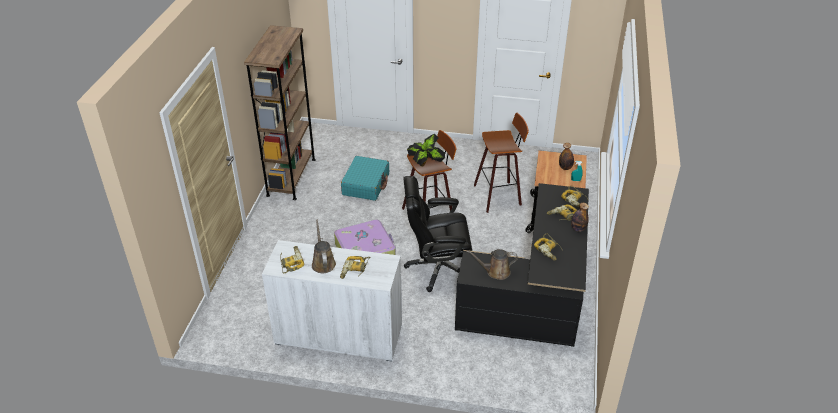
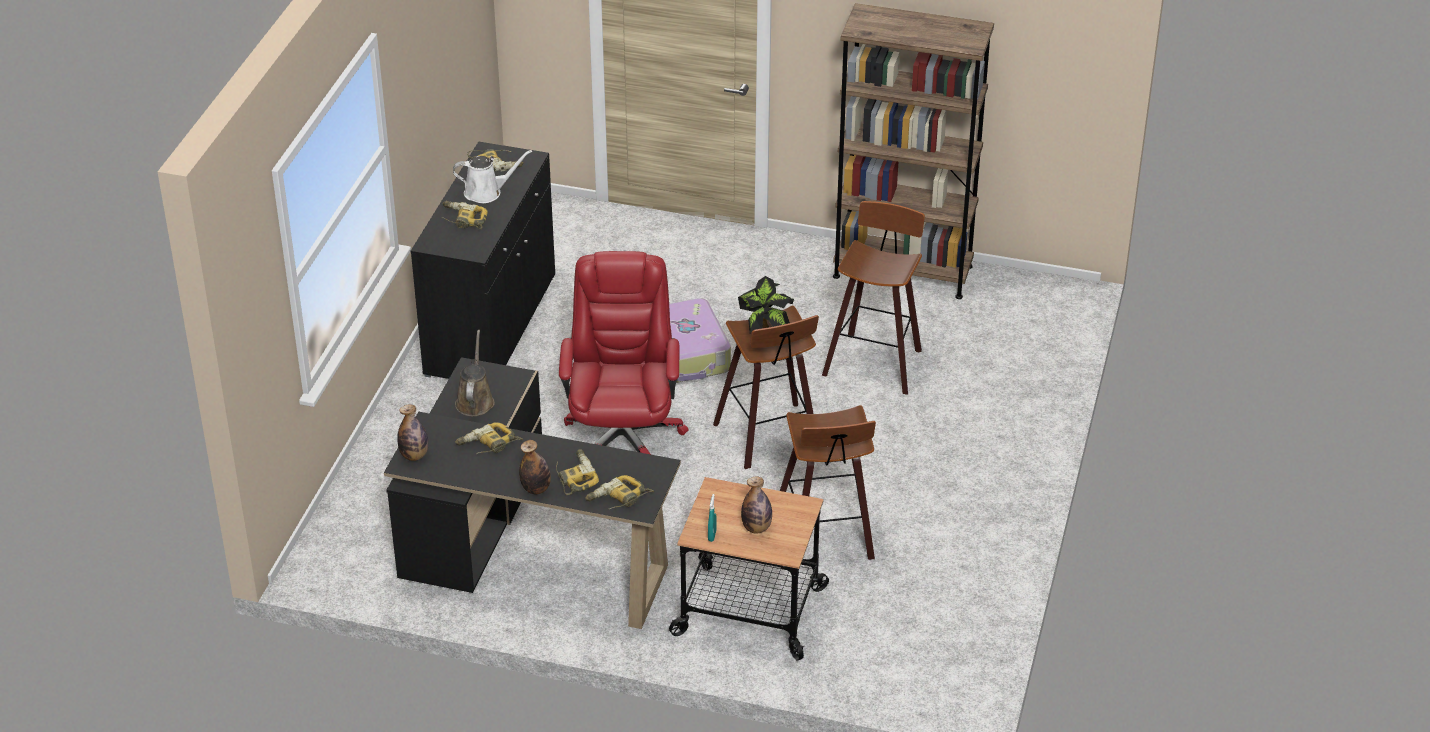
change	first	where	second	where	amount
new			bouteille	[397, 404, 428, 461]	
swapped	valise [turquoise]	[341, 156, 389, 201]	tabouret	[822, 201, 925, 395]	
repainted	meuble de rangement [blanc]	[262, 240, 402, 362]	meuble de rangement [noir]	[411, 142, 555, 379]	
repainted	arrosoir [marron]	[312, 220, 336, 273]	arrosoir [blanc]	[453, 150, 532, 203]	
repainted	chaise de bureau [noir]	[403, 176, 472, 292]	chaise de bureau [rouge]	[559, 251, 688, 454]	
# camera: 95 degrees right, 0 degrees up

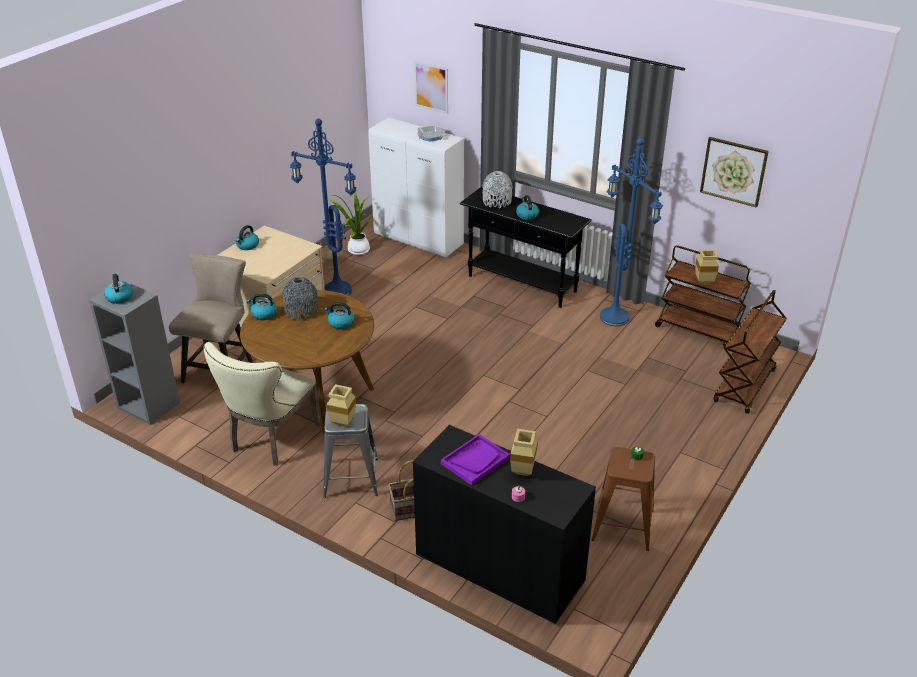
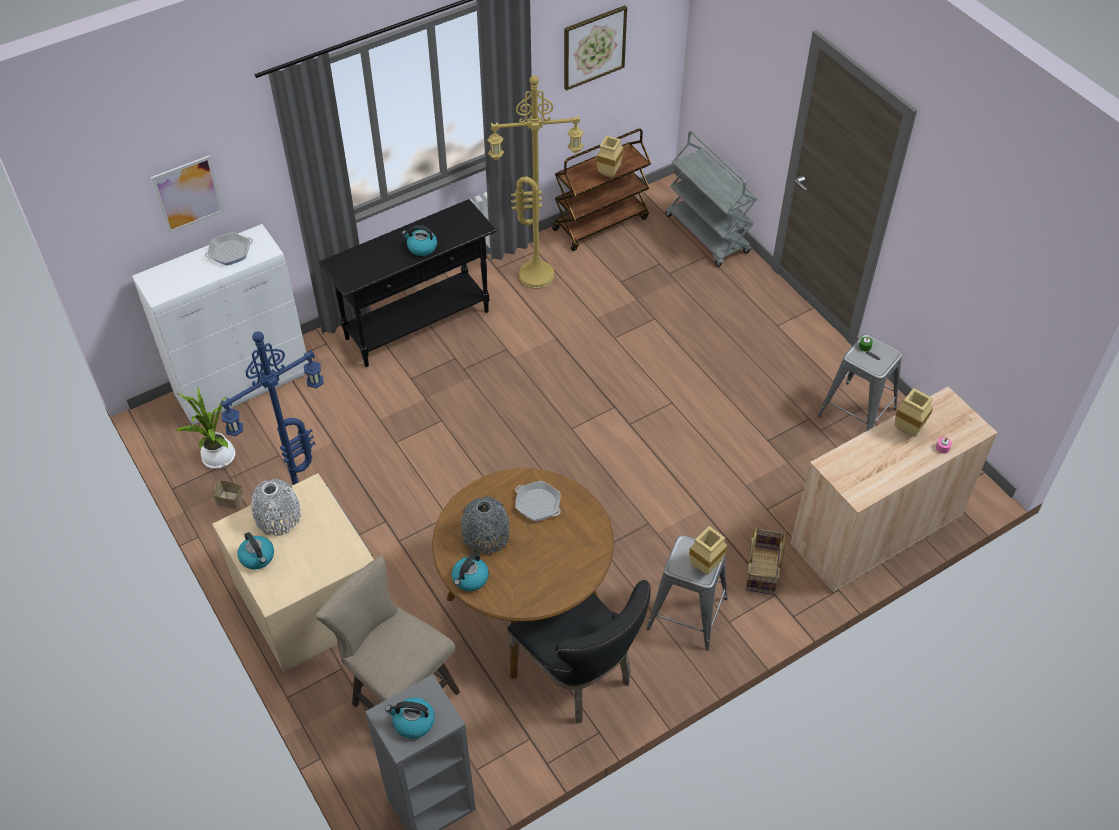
change	first	where	second	where	amount
gone	plateau [violet]	[441, 434, 510, 485]			
shifted	vase [gris]	[482, 171, 513, 208]		[251, 479, 301, 536]	
swapped	bouilloire	[324, 302, 354, 330]	poêle	[515, 481, 561, 521]	
repainted	chaise [beige]	[204, 342, 321, 466]	chaise [noir]	[507, 580, 651, 724]	
repainted	meuble de rangement [noir]	[413, 425, 596, 625]	meuble de rangement [beige]	[790, 387, 998, 593]	
repainted	tabouret [marron]	[592, 447, 655, 551]	tabouret [gris]	[817, 334, 902, 431]	
repainted	lampadaire [bleu]	[600, 138, 663, 326]	lampadaire [jaune]	[487, 75, 584, 289]	
repainted	chariot [marron]	[714, 290, 787, 414]	chariot [gris]	[666, 131, 757, 267]	
# camera: 65 degrees left, 15 degrees up

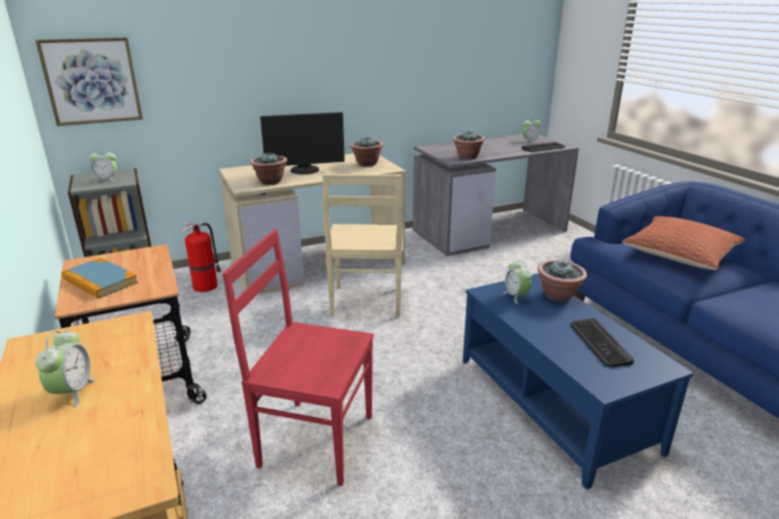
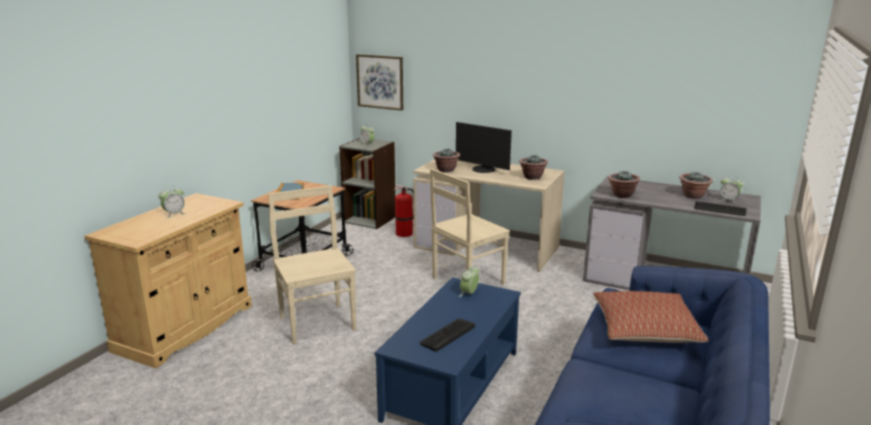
change	first	where	second	where	amount
shifted	plante en pot	[538, 260, 587, 302]		[679, 172, 713, 199]	
repainted	chaise [rouge]	[222, 229, 374, 486]	chaise [beige]	[268, 185, 356, 345]	
# camera: 50 degrees right, 5 degrees down

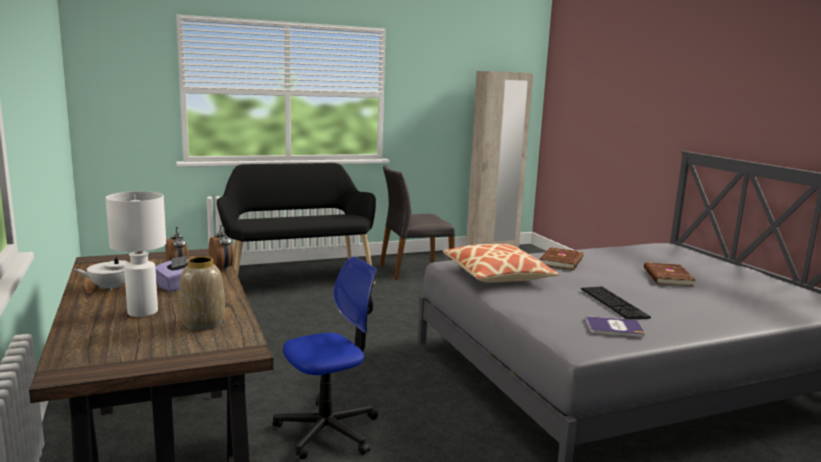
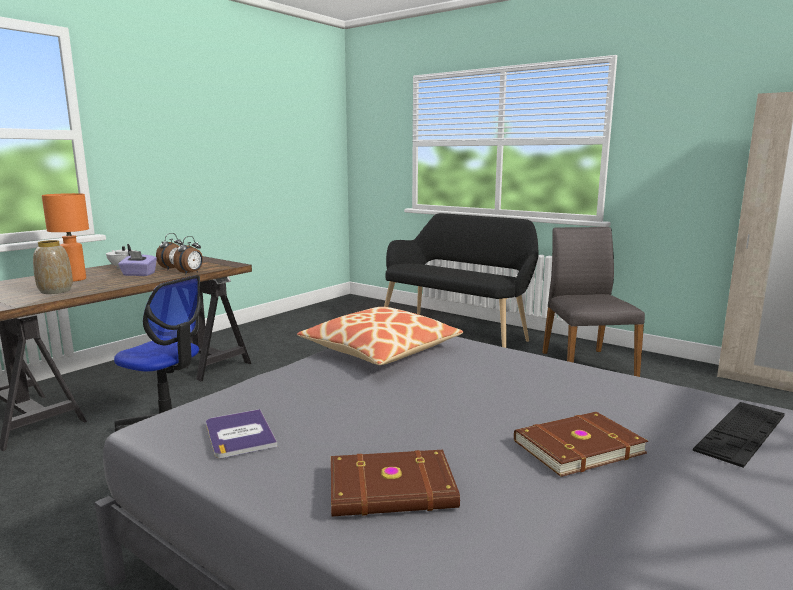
change	first	where	second	where	amount
shifted	livre [marron]	[540, 247, 584, 270]		[331, 450, 460, 517]	
shifted	clavier	[581, 287, 651, 320]		[693, 402, 785, 468]	
repainted	lampe de table [blanc]	[106, 191, 166, 317]	lampe de table [orange]	[42, 193, 89, 281]	
rotated	chaise [gris]	[380, 165, 455, 280]		[542, 227, 645, 377]	45 degrees clockwise
# camera: 60 degrees right, 0 degrees up

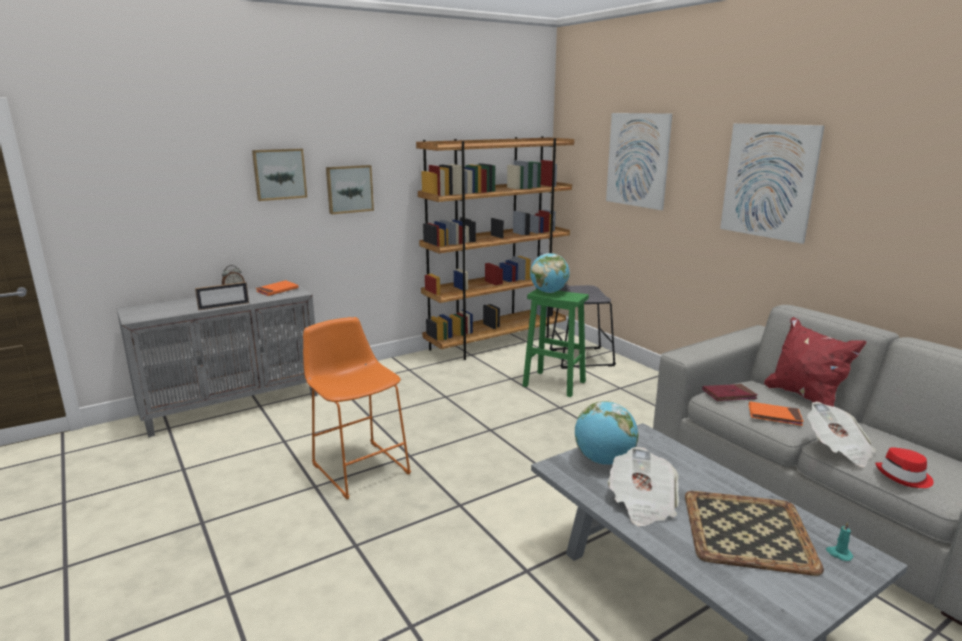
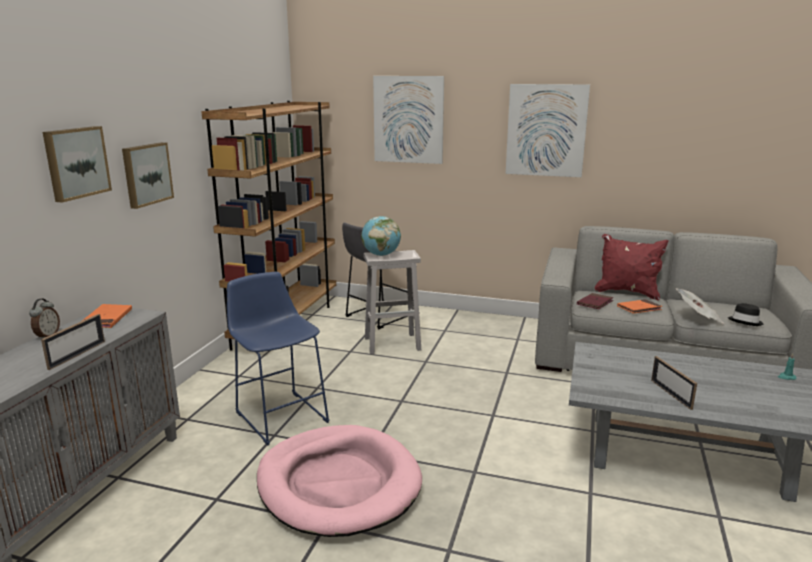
change	first	where	second	where	amount
gone	globe	[575, 401, 638, 465]			
gone	plateau	[685, 491, 824, 576]			
new			tabouret [bleu]	[227, 272, 330, 446]	
swapped	tabouret [orange]	[303, 317, 411, 499]	panier pour chien [rose]	[257, 425, 422, 537]	
swapped	journal	[608, 447, 679, 526]	cadre photo	[651, 356, 697, 410]	
repainted	tabouret [vert]	[523, 288, 589, 397]	tabouret [blanc]	[364, 250, 421, 355]	
repainted	chapeau [rouge]	[875, 447, 934, 488]	chapeau [noir]	[728, 303, 763, 326]	
# camera: 40 degrees left, 0 degrees up

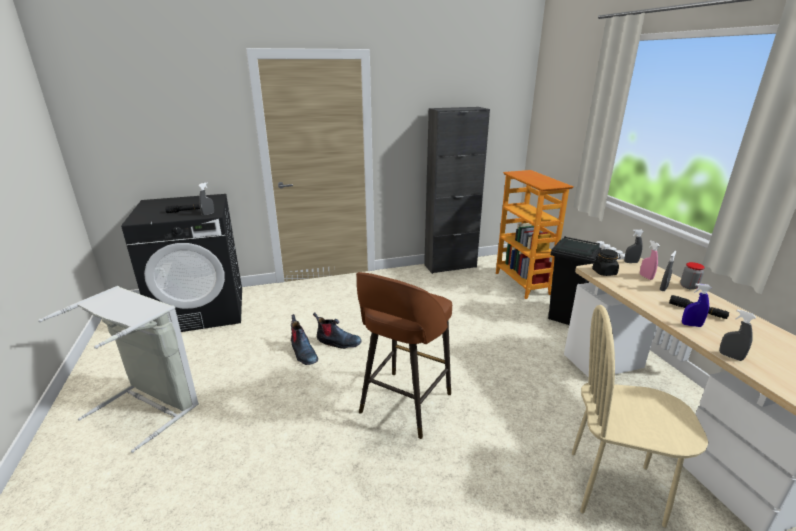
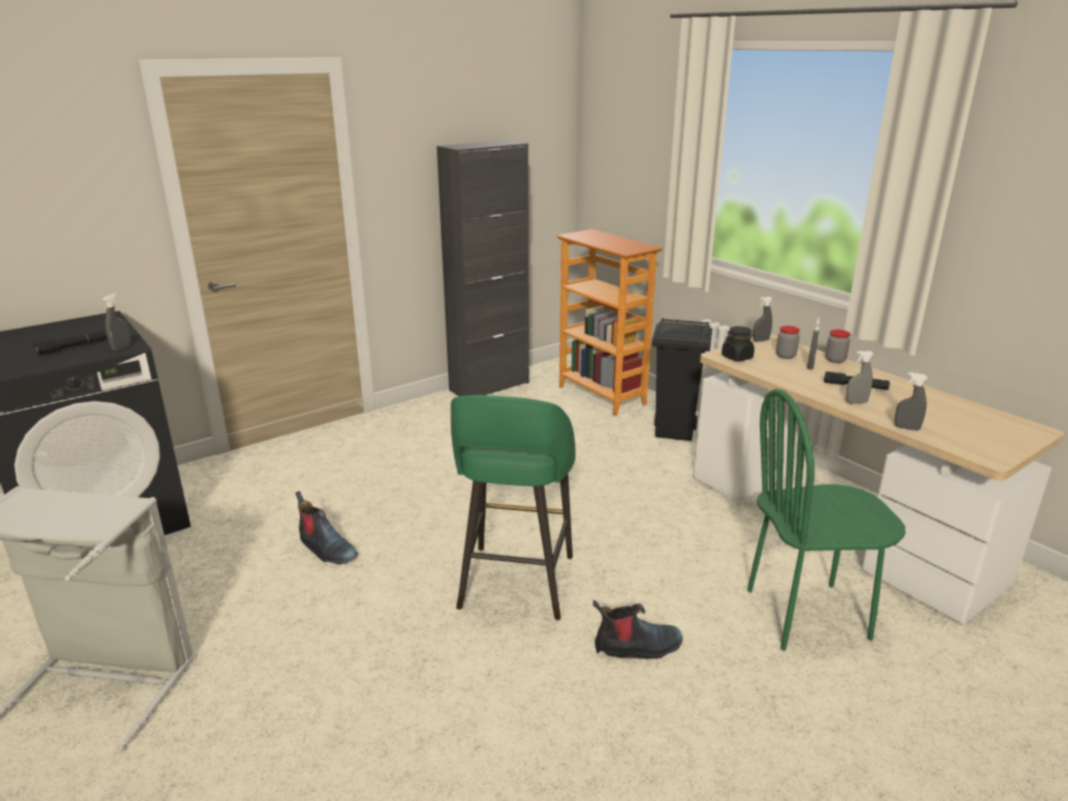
change	first	where	second	where	amount
shifted	botte	[313, 312, 362, 349]		[593, 600, 683, 659]	
swapped	vaporisateur [rose]	[640, 240, 660, 280]	bocal	[776, 326, 800, 359]	
repainted	tabouret [marron]	[356, 272, 452, 439]	tabouret [vert]	[451, 395, 576, 620]	
repainted	chaise [beige]	[572, 305, 709, 528]	chaise [vert]	[747, 389, 905, 651]	
repainted	vaporisateur [bleu]	[682, 284, 712, 327]	vaporisateur [gris]	[846, 351, 874, 404]	
# camera: 20 degrees left, 0 degrees up

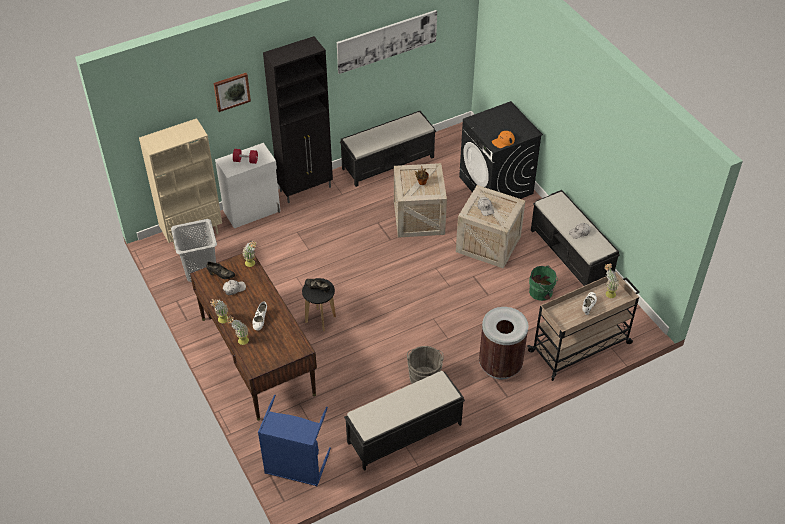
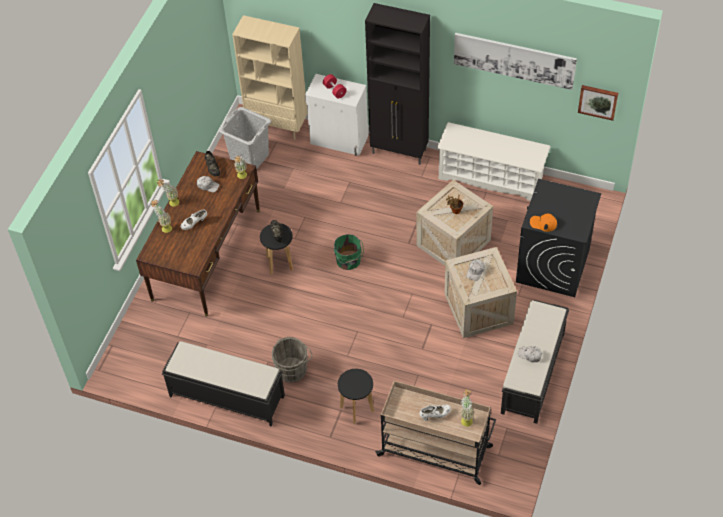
change	first	where	second	where	amount
gone	panier à linge [bleu]	[258, 395, 331, 486]			
shifted	tableau	[213, 73, 251, 112]		[578, 85, 618, 121]	
shifted	seau [vert]	[529, 265, 557, 301]		[334, 234, 364, 270]	
swapped	banc [noir]	[340, 111, 436, 187]	étagère à chaussures [blanc]	[437, 122, 551, 201]	
swapped	poubelle [marron]	[479, 307, 529, 379]	tabouret [noir]	[338, 369, 374, 424]	
# camera: 50 degrees right, 5 degrees up

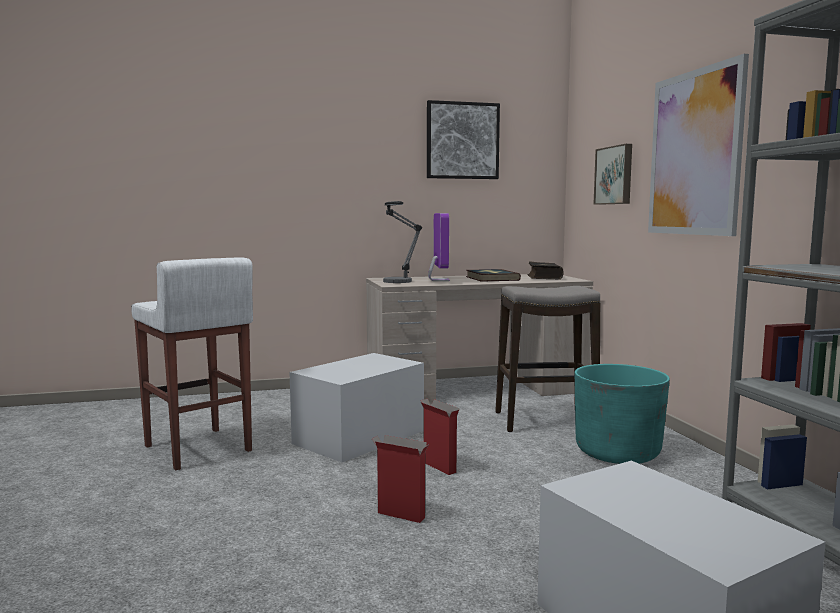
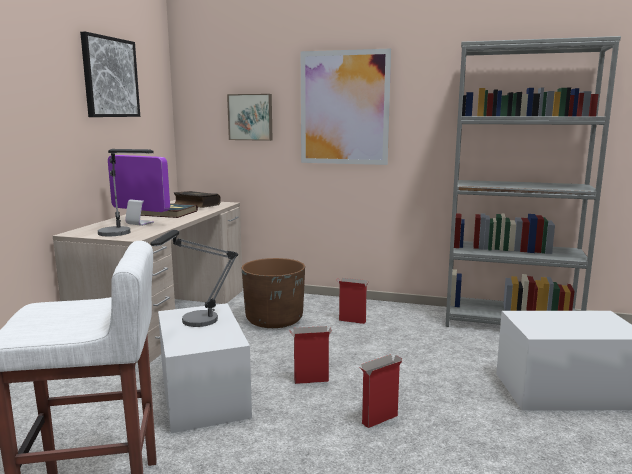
change	first	where	second	where	amount
new			lampe de table	[151, 230, 238, 327]	
swapped	tabouret	[495, 286, 600, 432]	cache-pot [marron]	[242, 258, 305, 328]	
swapped	cache-pot [turquoise]	[575, 364, 670, 464]	carton	[337, 278, 368, 324]	
# camera: 60 degrees left, 5 degrees up

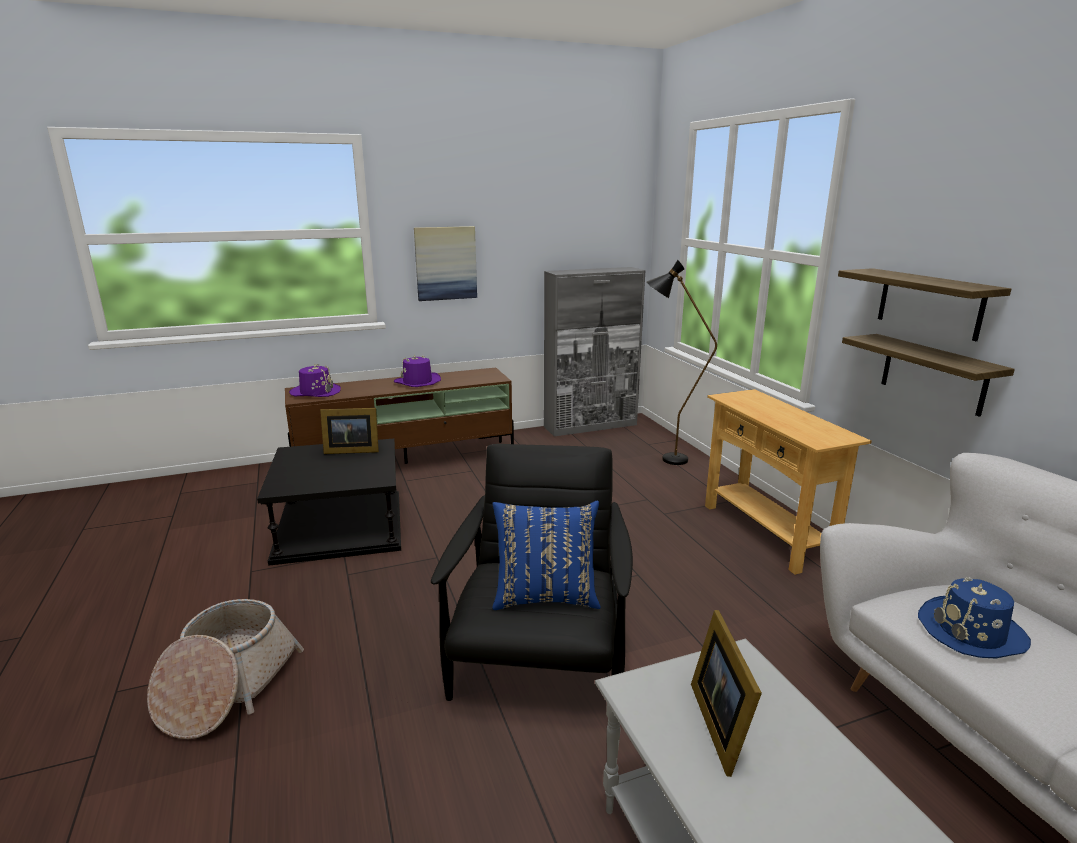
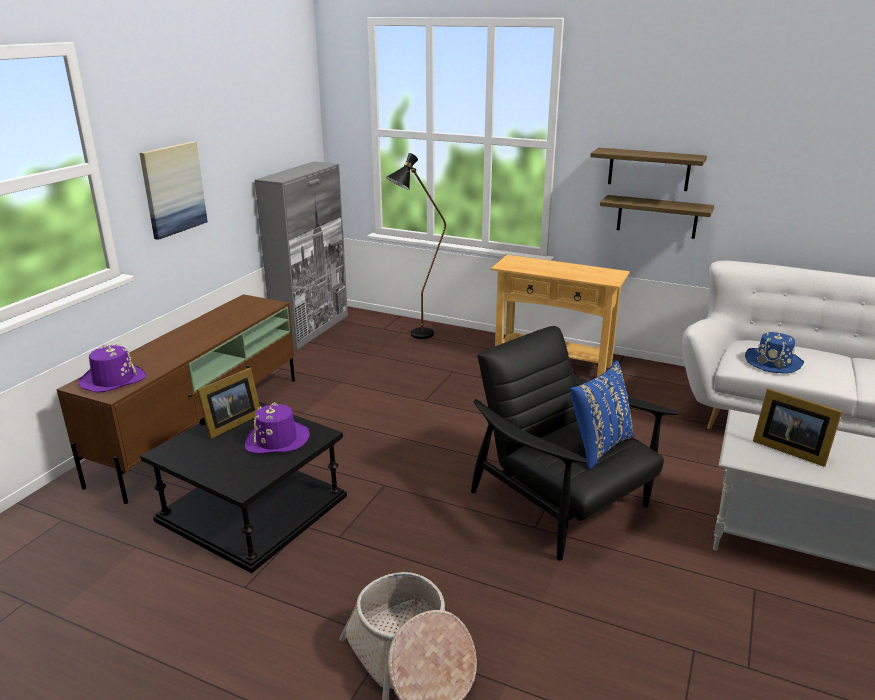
change	first	where	second	where	amount
shifted	chapeau [violet]	[394, 355, 441, 387]		[245, 403, 310, 454]	
# camera: 45 degrees left, 5 degrees up

